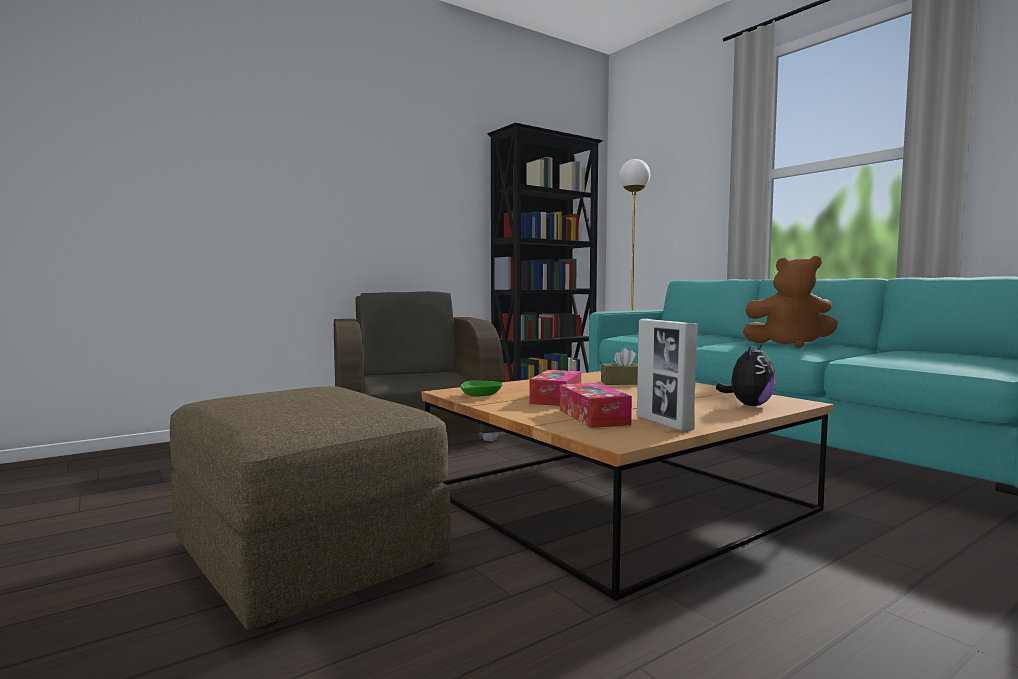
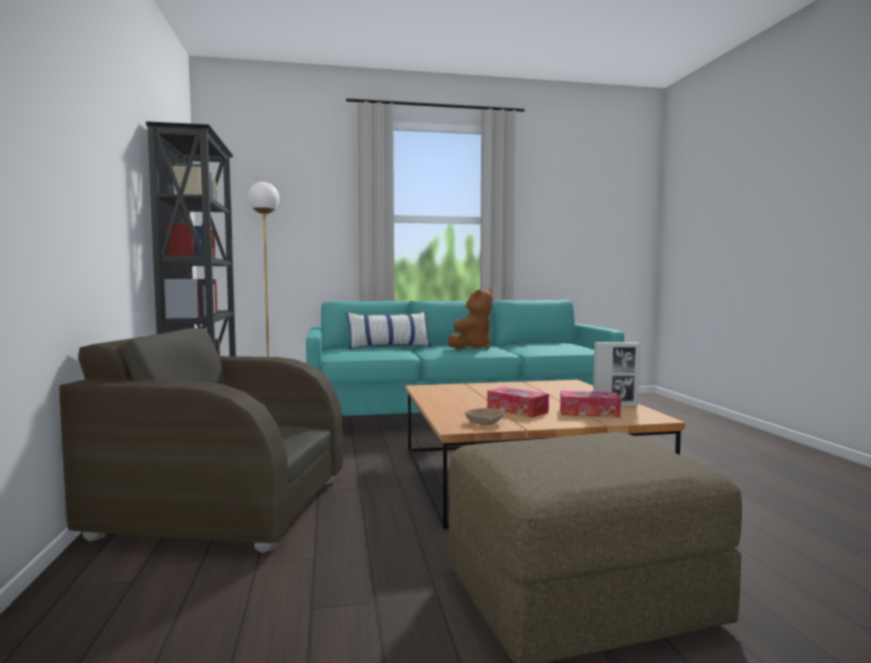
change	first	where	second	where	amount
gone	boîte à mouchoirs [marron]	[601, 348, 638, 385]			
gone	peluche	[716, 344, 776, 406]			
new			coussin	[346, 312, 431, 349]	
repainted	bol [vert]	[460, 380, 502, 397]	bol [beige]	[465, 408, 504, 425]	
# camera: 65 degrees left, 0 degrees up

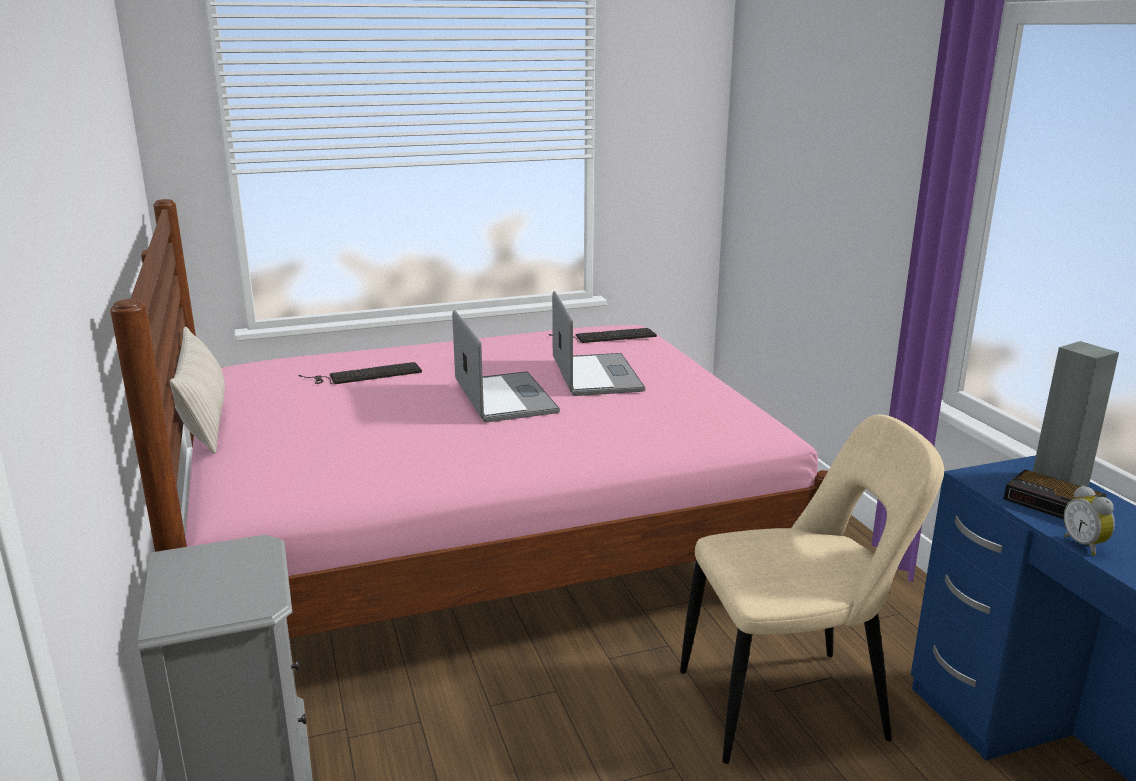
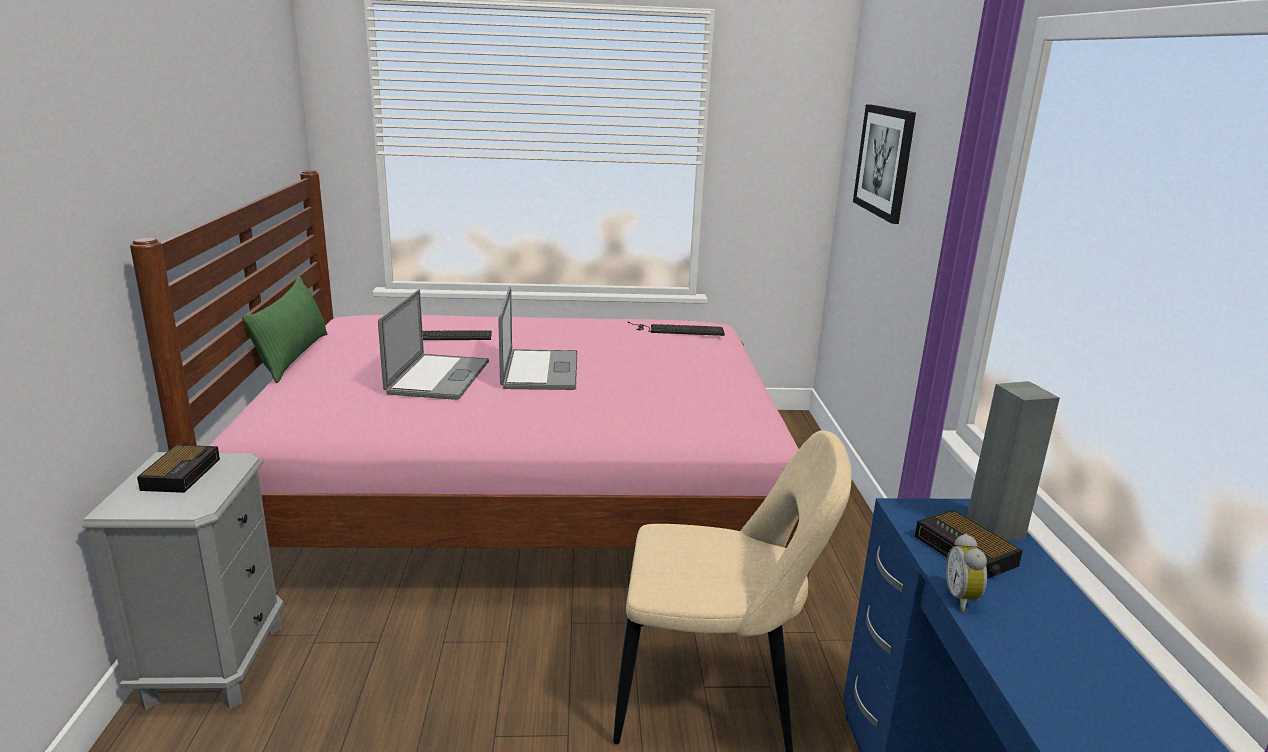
change	first	where	second	where	amount
new			réveil	[137, 445, 220, 493]	
new			tableau	[853, 104, 916, 224]	
shifted	ordinateur portable	[552, 291, 645, 396]		[378, 289, 489, 400]	
repainted	coussin [beige]	[170, 327, 225, 454]	coussin [vert]	[242, 276, 327, 383]	
# camera: 15 degrees right, 0 degrees up

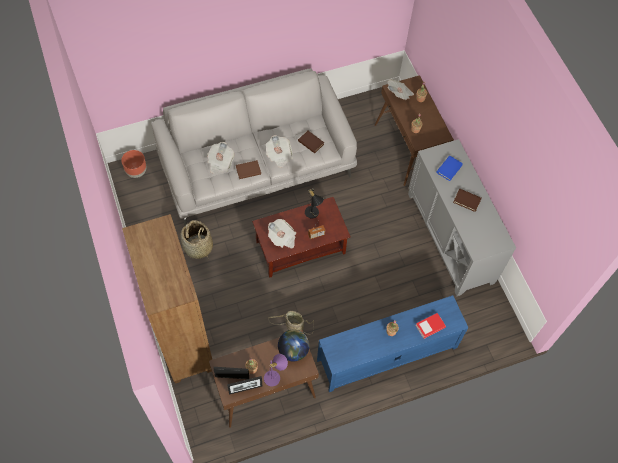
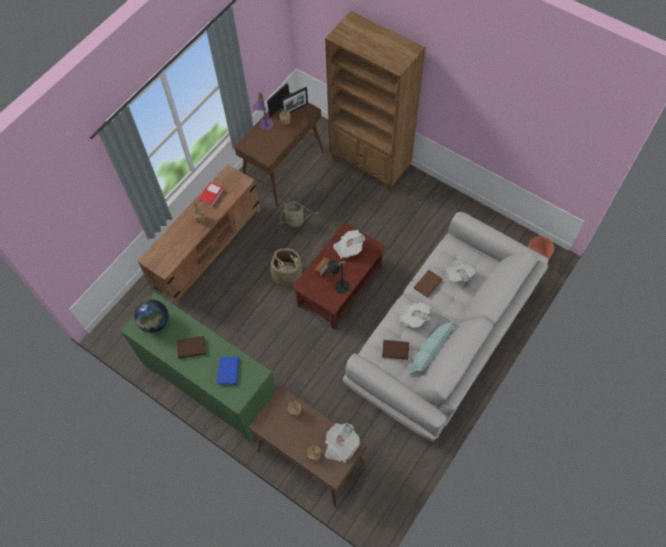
change	first	where	second	where	amount
new			coussin	[409, 321, 454, 375]	
shifted	panier	[180, 220, 213, 259]		[266, 248, 302, 287]	
shifted	globe	[278, 329, 310, 362]		[135, 300, 169, 333]	
shifted	livre	[415, 313, 446, 339]		[198, 181, 224, 208]	
repainted	meuble télé [bleu]	[317, 295, 468, 392]	meuble télé [marron]	[137, 164, 261, 306]	
repainted	meuble de rangement [gris]	[408, 139, 516, 296]	meuble de rangement [vert]	[121, 293, 277, 441]	
# camera: 150 degrees right, 0 degrees up

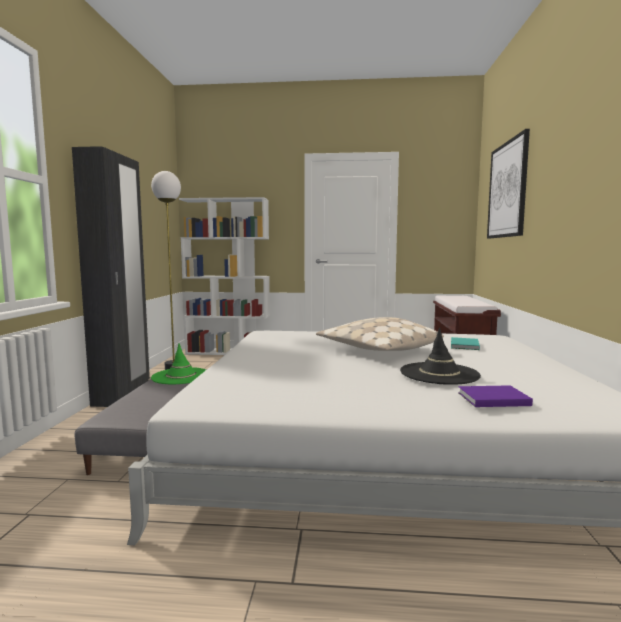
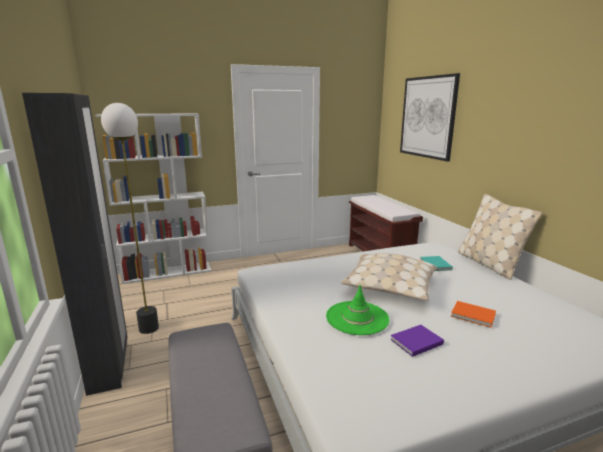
change	first	where	second	where	amount
new			coussin [beige]	[458, 194, 542, 280]	
shifted	chapeau [vert]	[151, 343, 206, 384]		[326, 285, 389, 335]	
shifted	livre [violet]	[458, 385, 533, 407]		[390, 325, 444, 357]	
swapped	chapeau [noir]	[400, 328, 481, 385]	livre [orange]	[451, 301, 496, 328]	
# camera: 25 degrees left, 10 degrees up

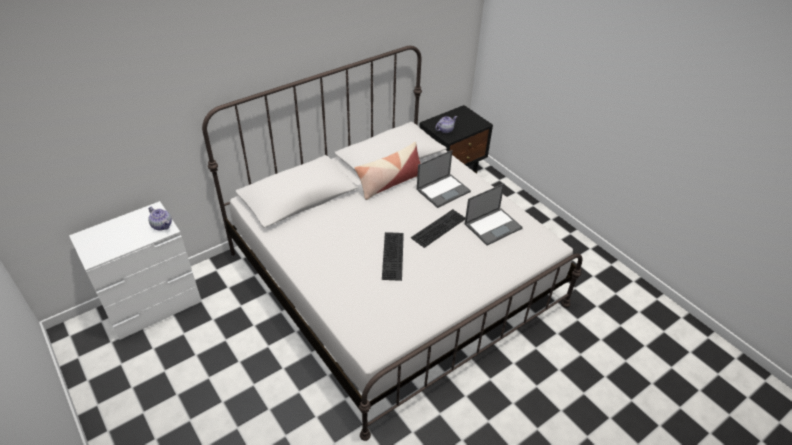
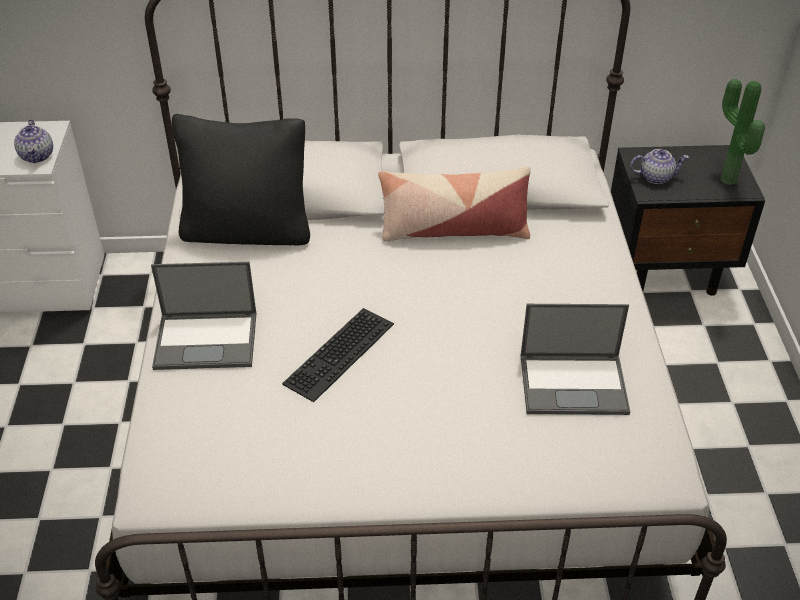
change	first	where	second	where	amount
gone	clavier	[411, 209, 465, 248]			
new			coussin [noir]	[172, 114, 310, 245]	
new			plante en pot	[721, 79, 765, 185]	
shifted	ordinateur portable	[417, 150, 471, 208]		[151, 262, 256, 370]	
# camera: 35 degrees right, 0 degrees up

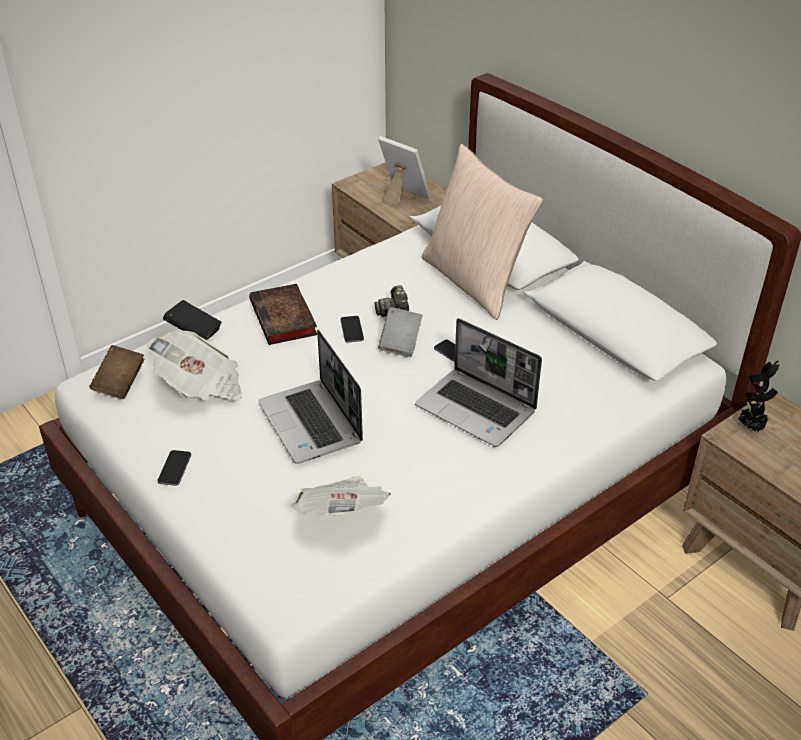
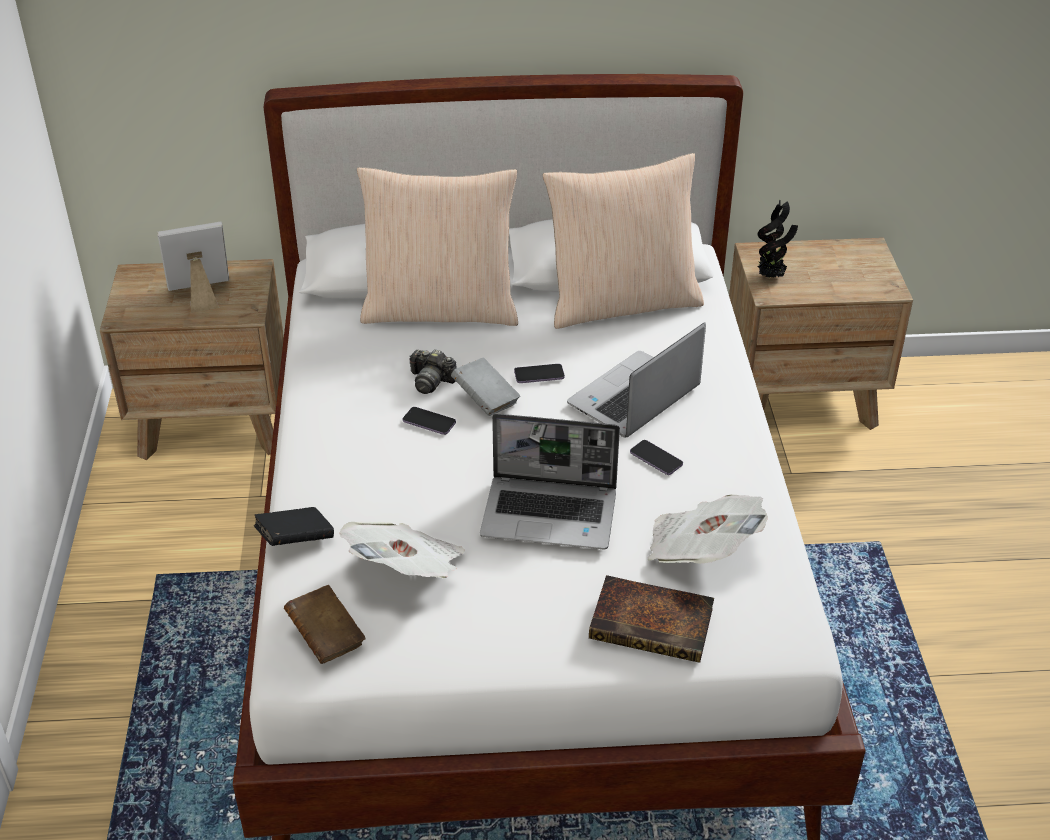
change	first	where	second	where	amount
new			coussin [beige]	[542, 153, 704, 329]	
shifted	téléphone	[157, 450, 191, 486]		[630, 440, 683, 475]	
shifted	livre	[249, 284, 317, 345]		[589, 575, 714, 663]	
rotated	ordinateur portable	[415, 318, 542, 447]		[567, 323, 706, 438]	150 degrees clockwise
# camera: 55 degrees left, 0 degrees up

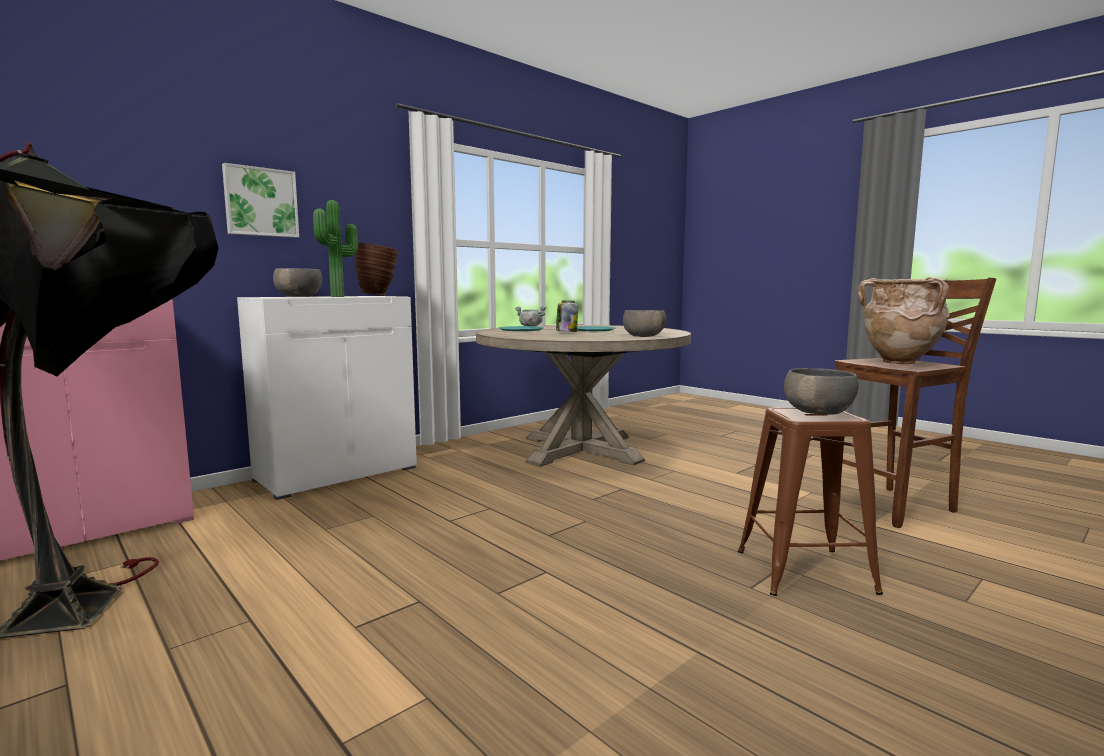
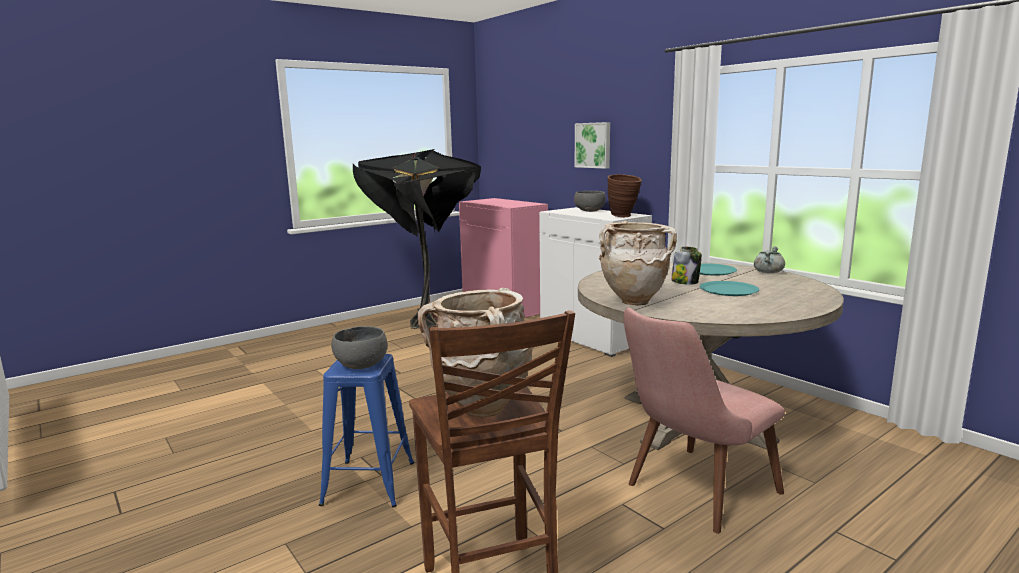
change	first	where	second	where	amount
gone	plante en pot	[313, 200, 358, 297]			
new			chaise [rose]	[623, 307, 785, 534]	
swapped	bol [gris]	[623, 310, 666, 337]	vase [beige]	[599, 221, 677, 305]	
repainted	tabouret [marron]	[738, 407, 883, 596]	tabouret [bleu]	[319, 354, 414, 507]	
# camera: 95 degrees right, 5 degrees up

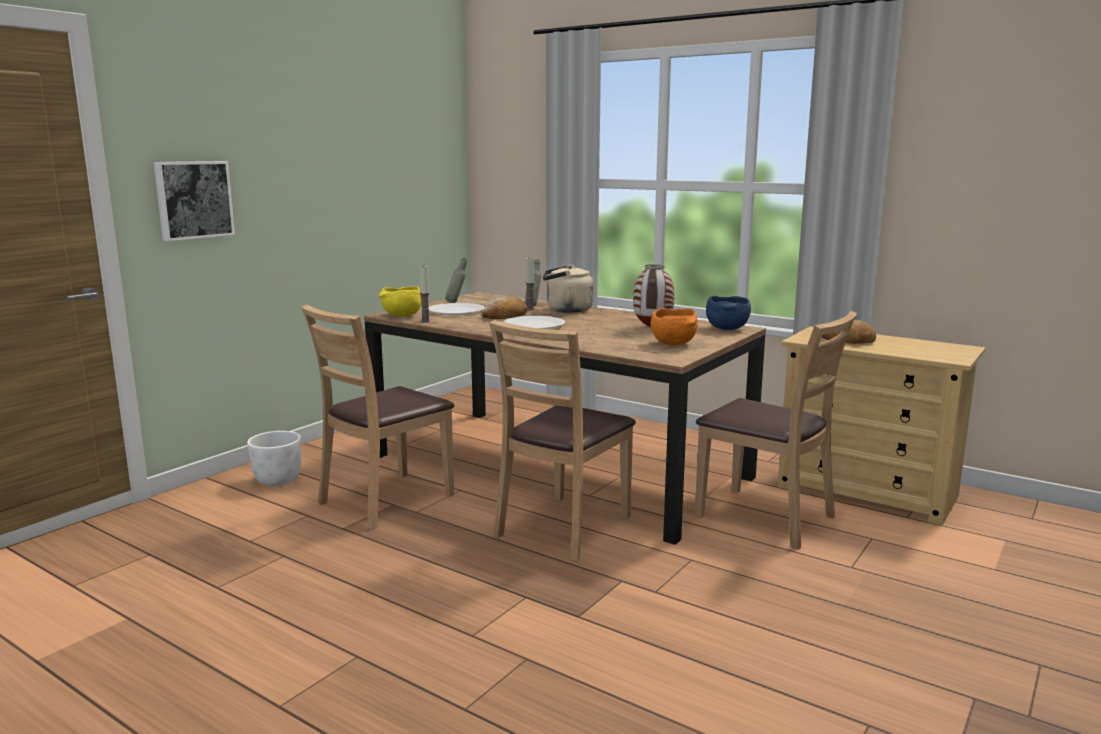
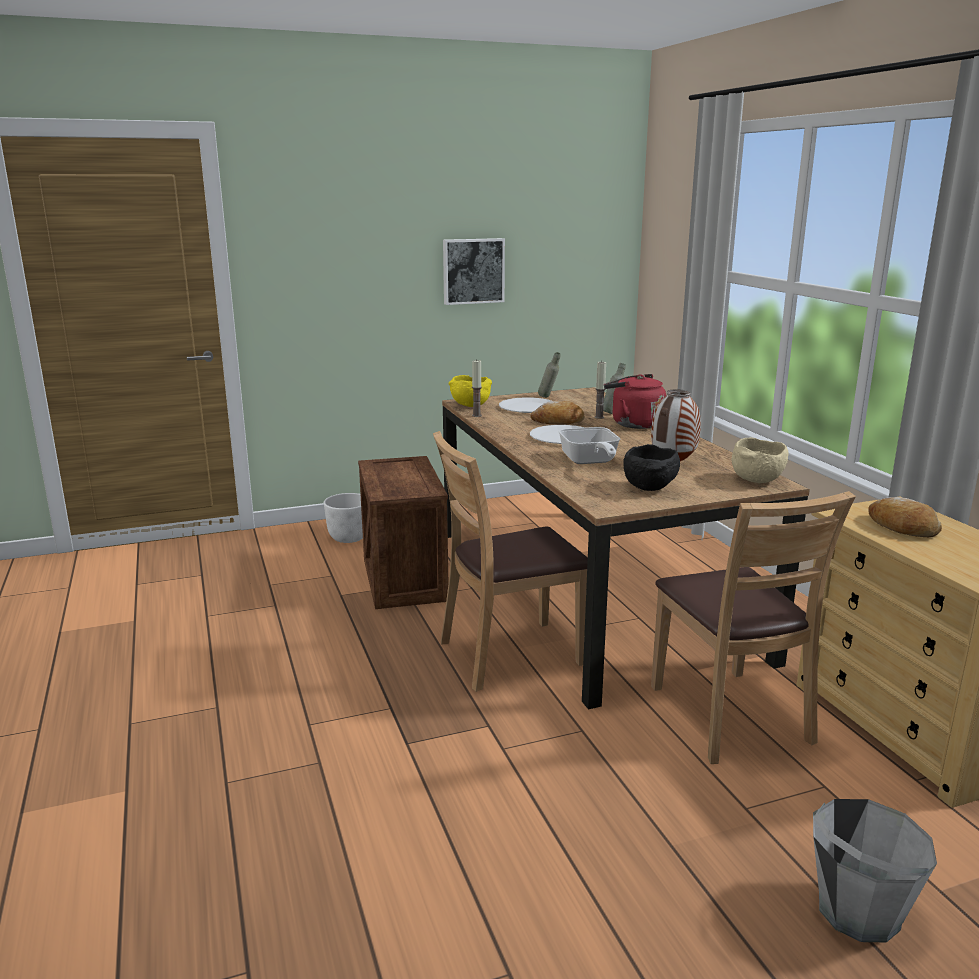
change	first	where	second	where	amount
new			poêle	[558, 427, 620, 464]	
new			seau [gris]	[813, 799, 937, 942]	
shifted	tableau	[154, 161, 235, 241]		[443, 238, 505, 305]	
swapped	chaise [marron]	[301, 305, 454, 530]	caisse	[358, 456, 448, 609]	
repainted	bouilloire [beige]	[543, 265, 594, 313]	bouilloire [rouge]	[604, 374, 666, 429]	
repainted	bol [orange]	[651, 308, 698, 345]	bol [noir]	[623, 444, 680, 491]	
repainted	bol [bleu]	[706, 296, 751, 330]	bol [beige]	[731, 437, 788, 483]	
# camera: 35 degrees right, 5 degrees up

